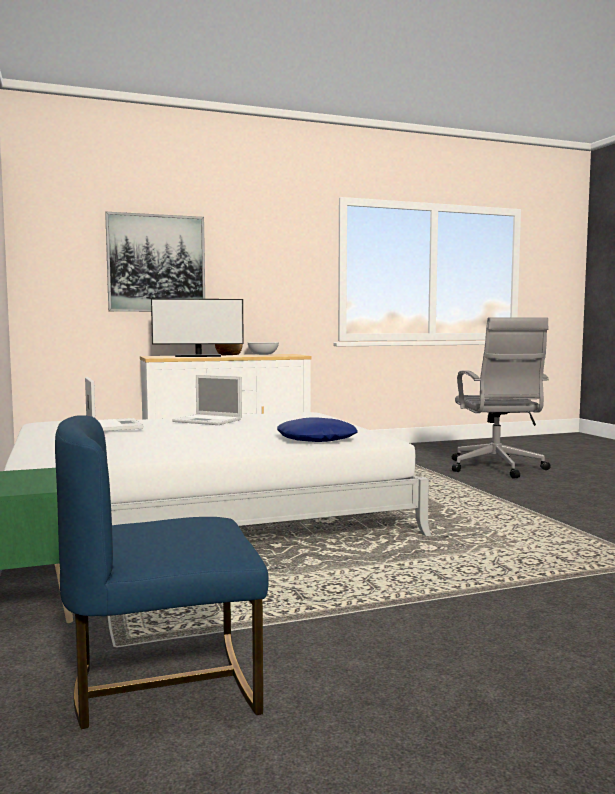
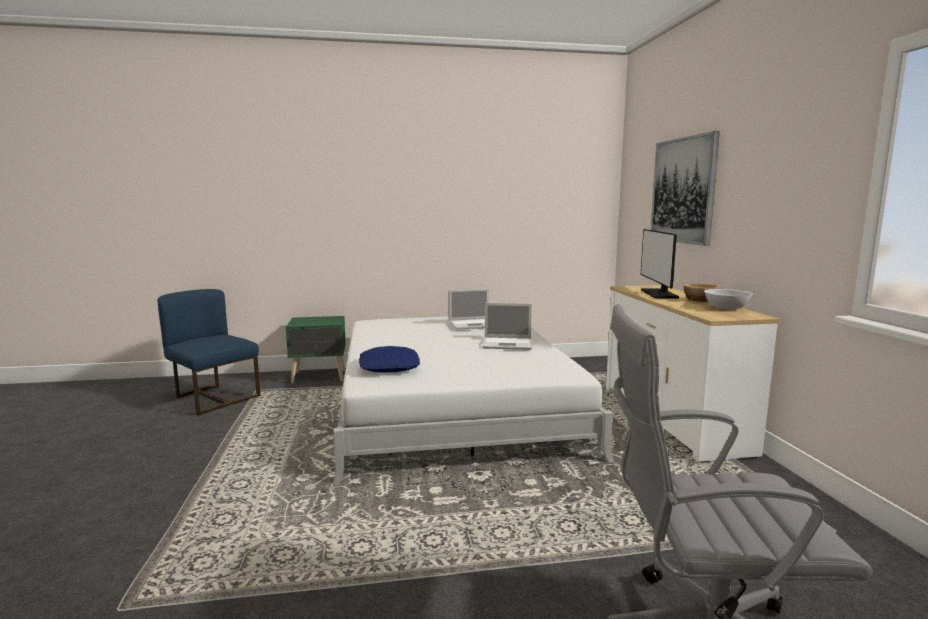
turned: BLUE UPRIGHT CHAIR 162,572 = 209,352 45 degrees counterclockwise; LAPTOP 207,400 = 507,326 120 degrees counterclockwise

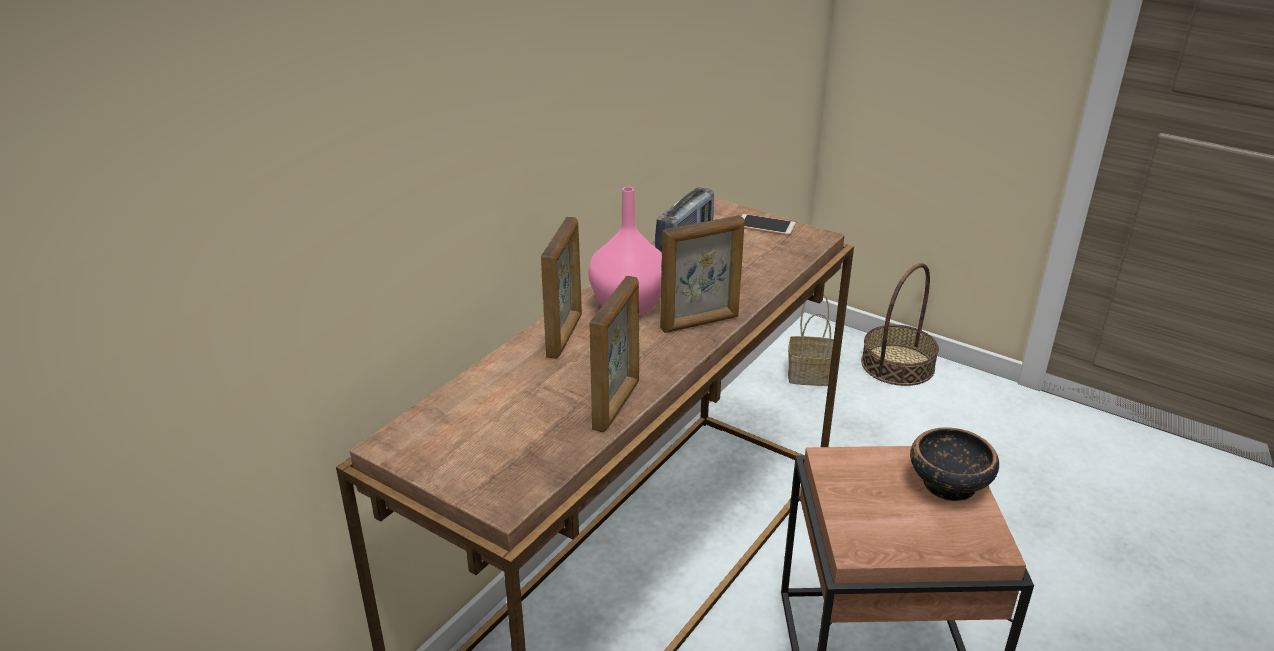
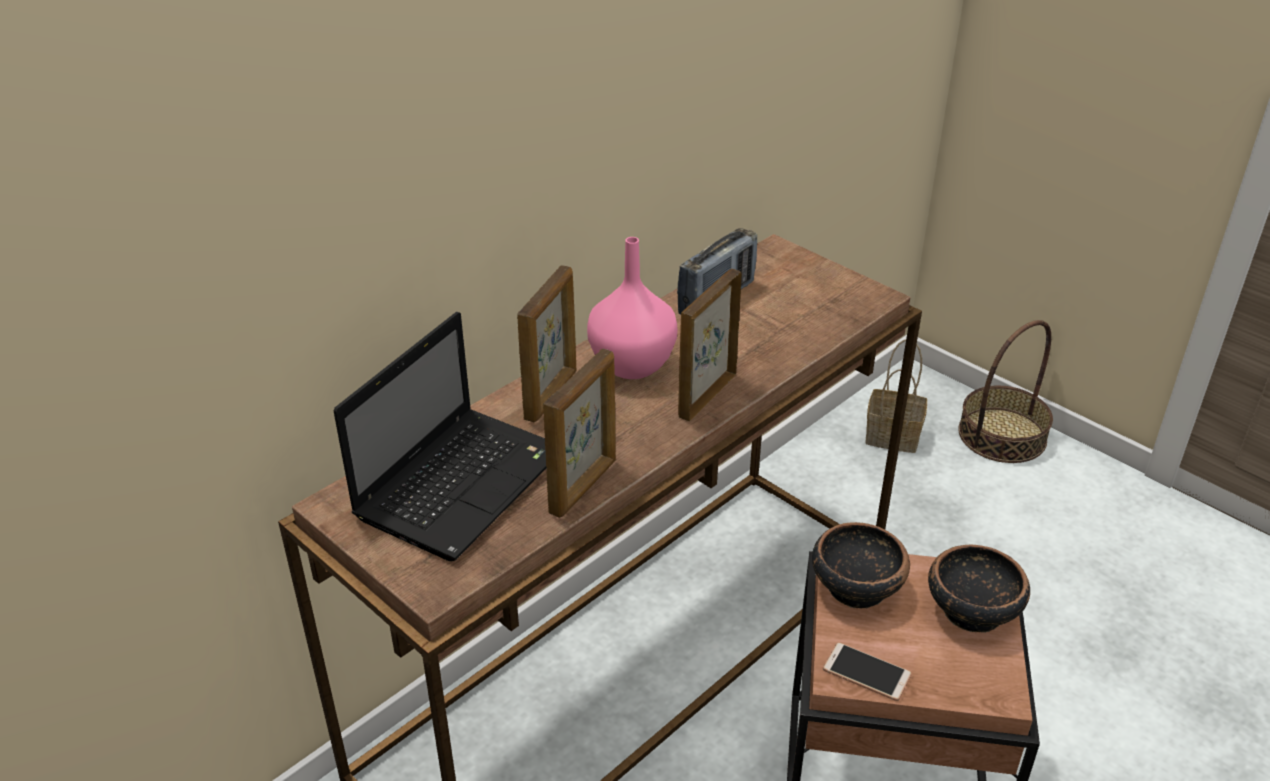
added: LAPTOP 440,436; BOWL 861,565
moved: HANDSET 768,225 to 867,671
turned: STANDING FRAME 702,274 = 710,345 135 degrees clockwise

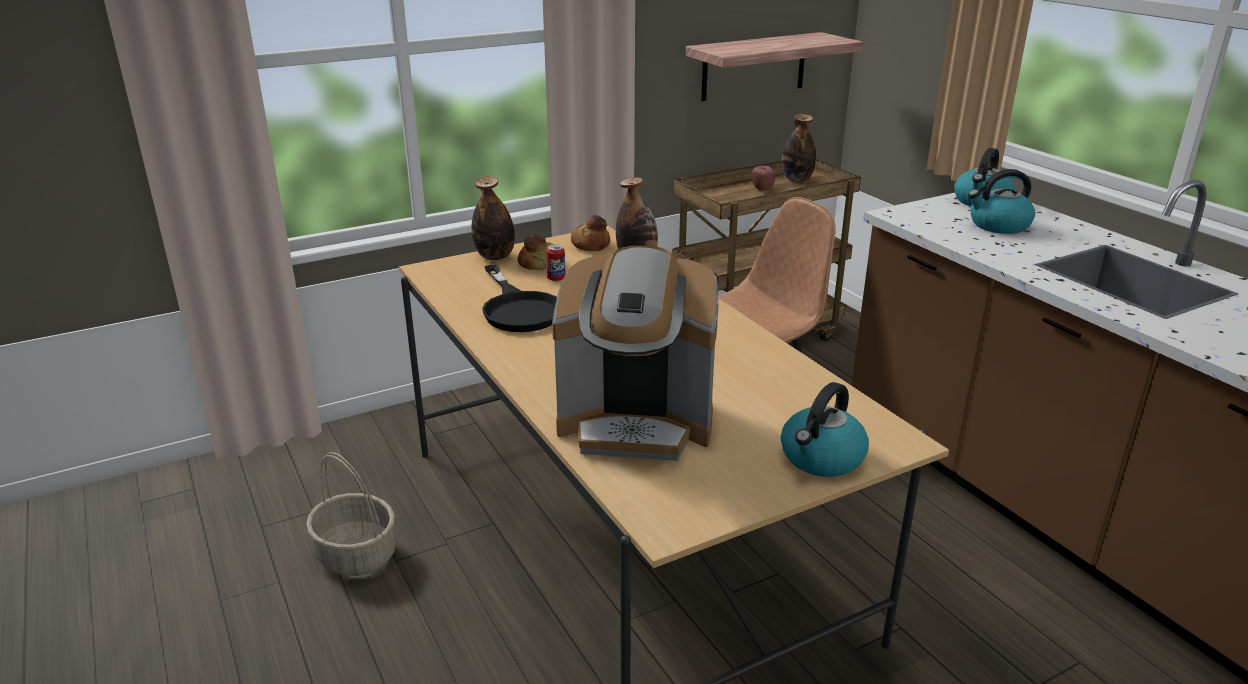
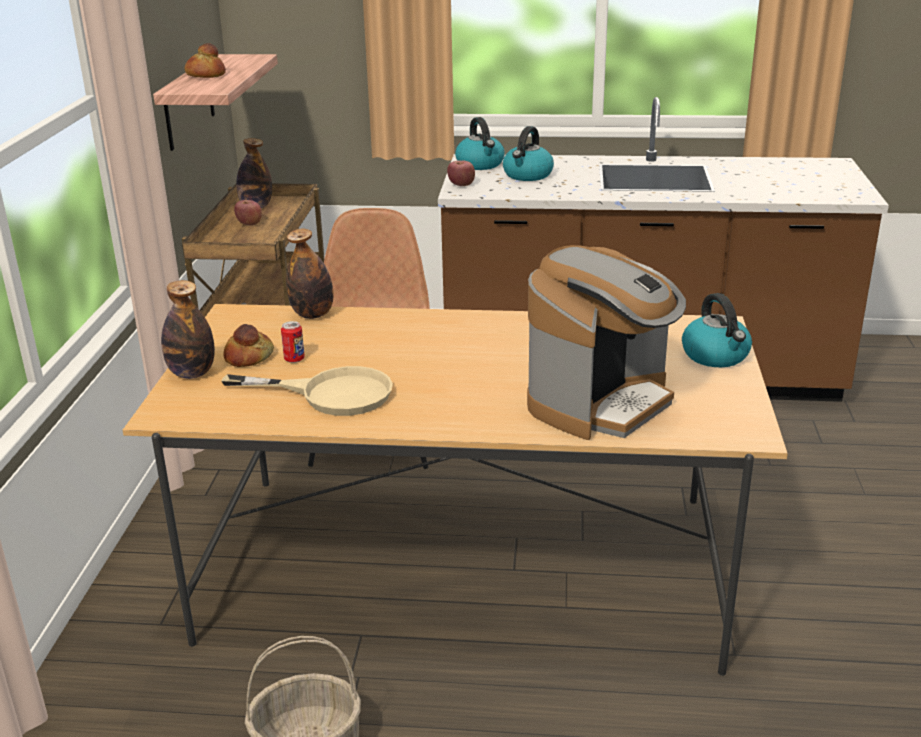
added: APPLE FRUIT 461,173
moved: BREAD 590,233 to 205,60
recoloured: BLACKISH PAN 519,298 to BEIGE PAN 307,391

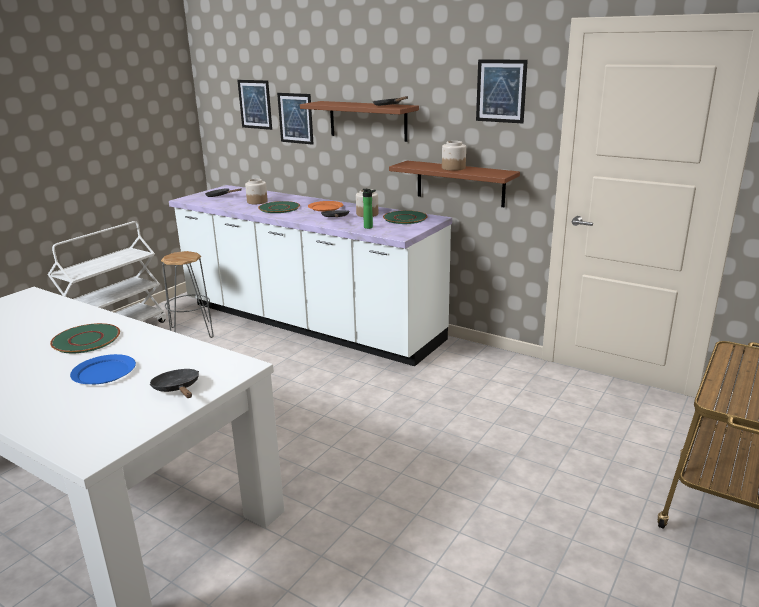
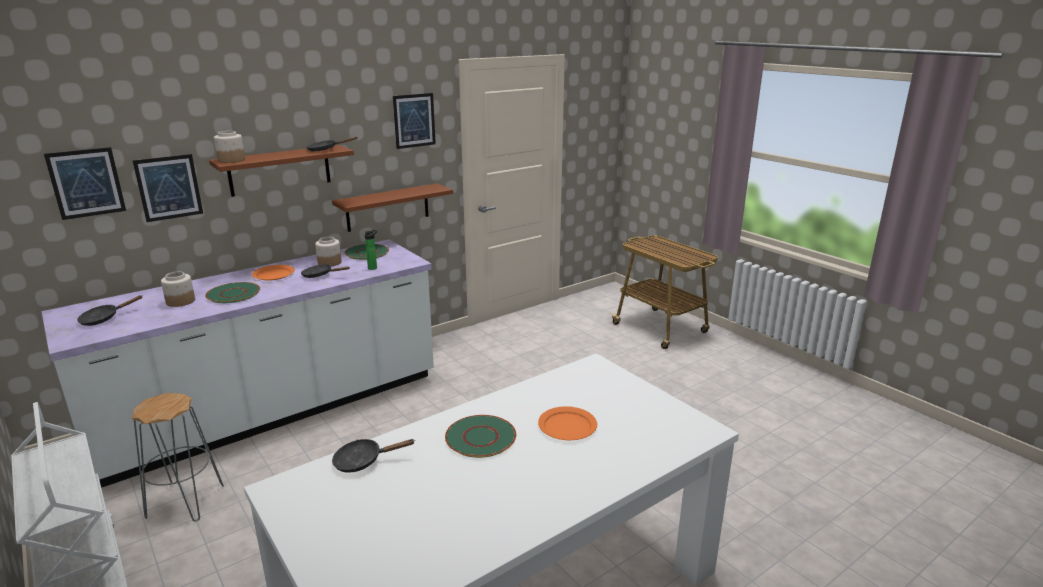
moved: BLACKISH PAN 174,383 to 373,456; PRESERVE JAR 454,156 to 229,147
recoloured: BLUE FLAT DISH 103,369 to ORANGE FLAT DISH 567,423

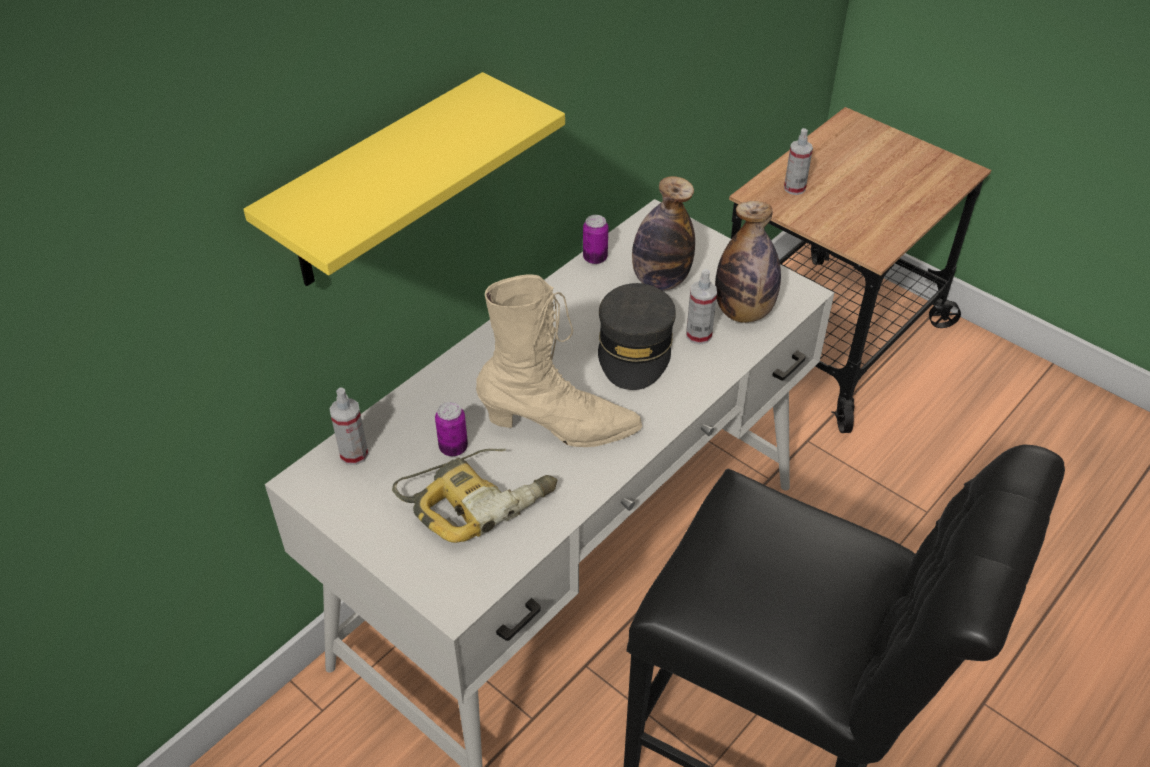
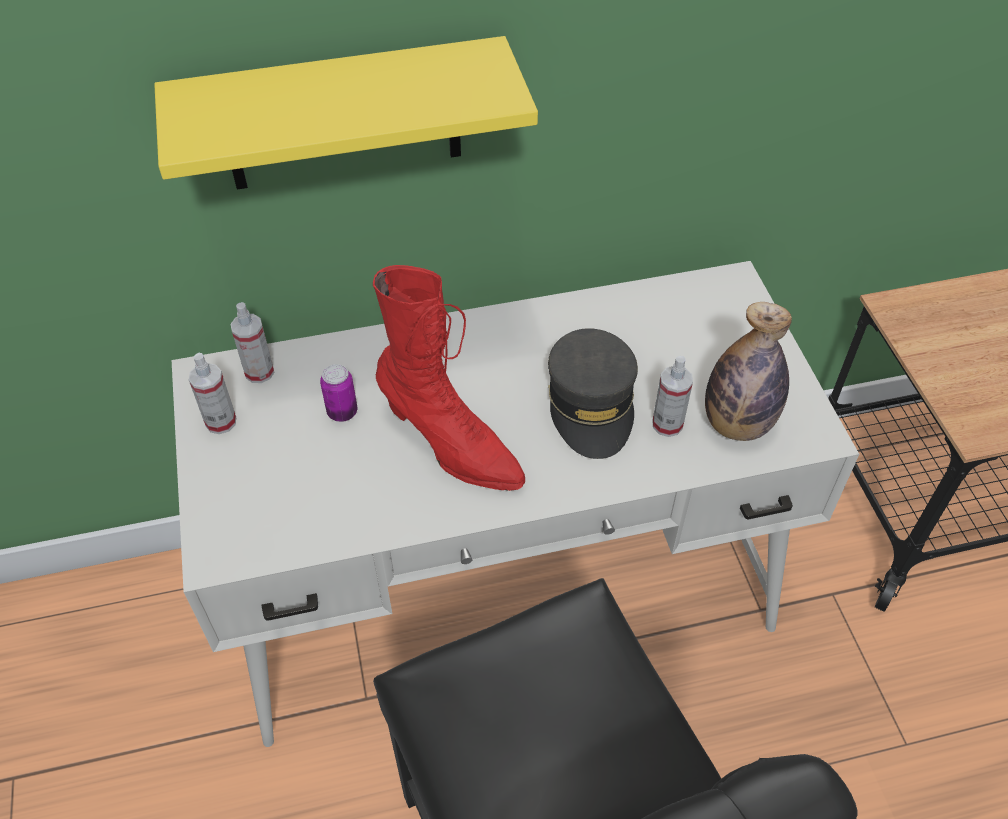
removed: POWER DRILL 474,496; CAN 595,239; BOTTLE 663,233
moved: HAND SPRAYER 798,161 to 212,393
recoloured: BEIGE HIGH-TOP BOOT 559,360 to RED HIGH-TOP BOOT 449,378
turned: GREY CAP 637,336 = 593,393 45 degrees counterclockwise

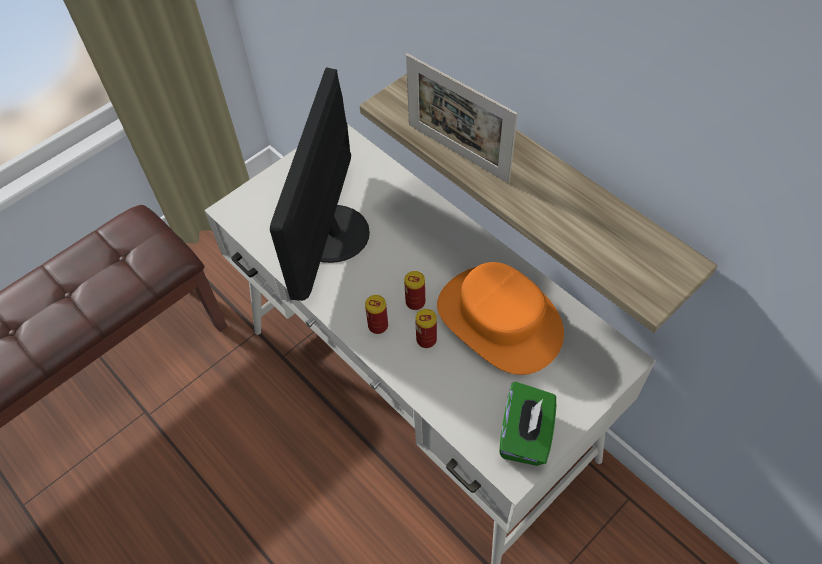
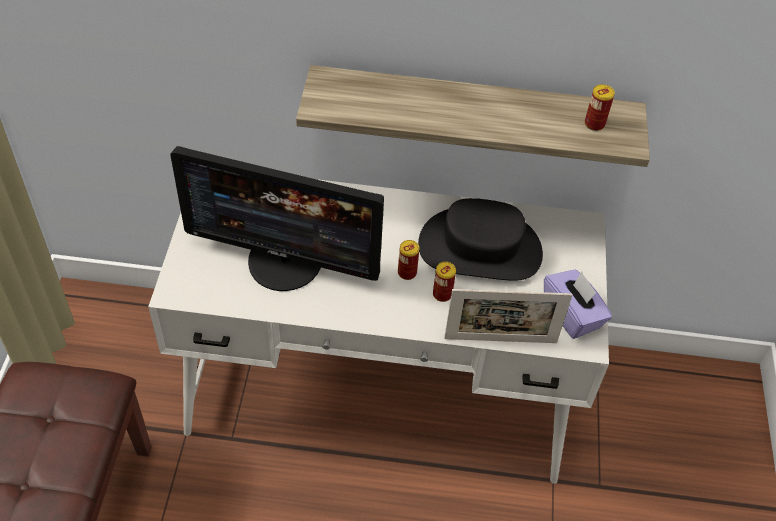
moved: CAN 376,314 to 600,107; STANDING FRAME 462,118 to 508,316
recoloured: ORANGE WEARABLE HAT 500,318 to BLACKISH WEARABLE HAT 480,239; GREEN TISSUE BOX 527,424 to PURPLE TISSUE BOX 578,304
turned: MONITOR 320,184 = 277,218 45 degrees counterclockwise

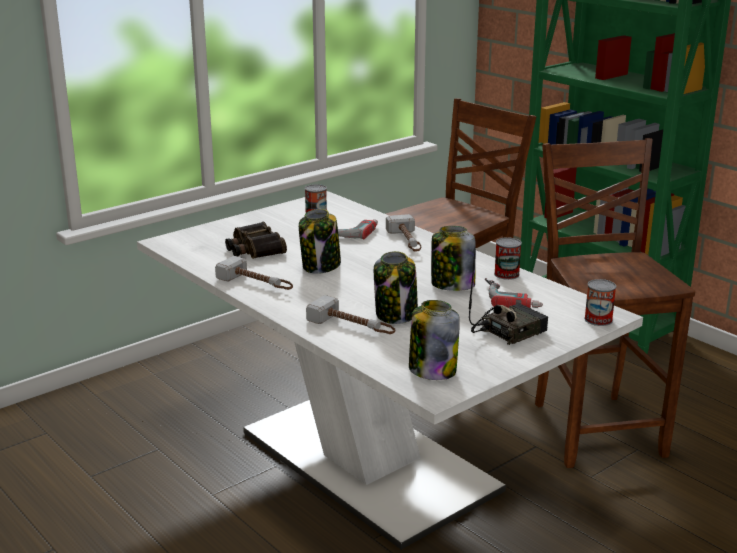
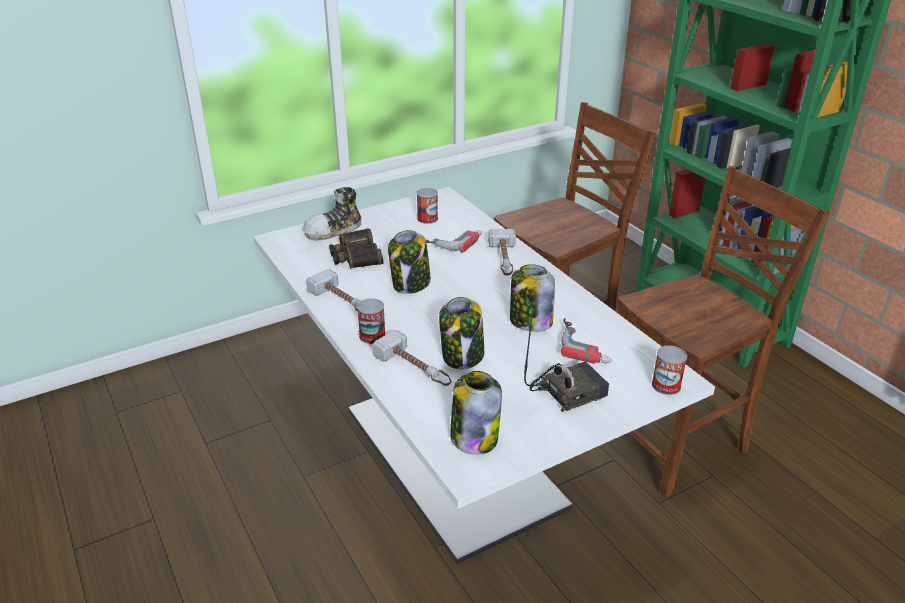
added: LOW SHOE 332,214
moved: CAN 508,258 to 371,321
turned: BROWN UPRIGHT CHAIR 615,303 = 723,332 60 degrees clockwise

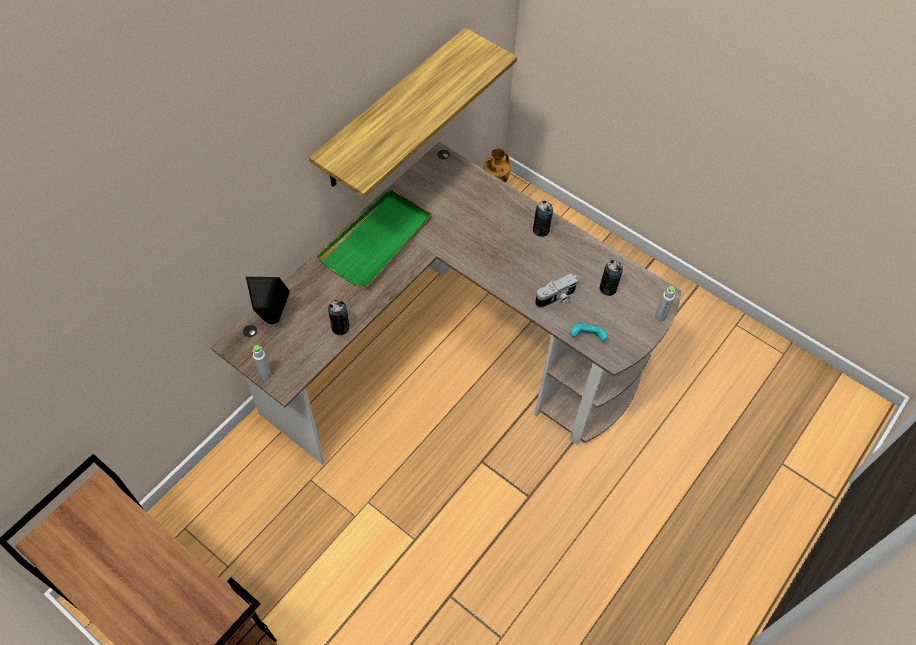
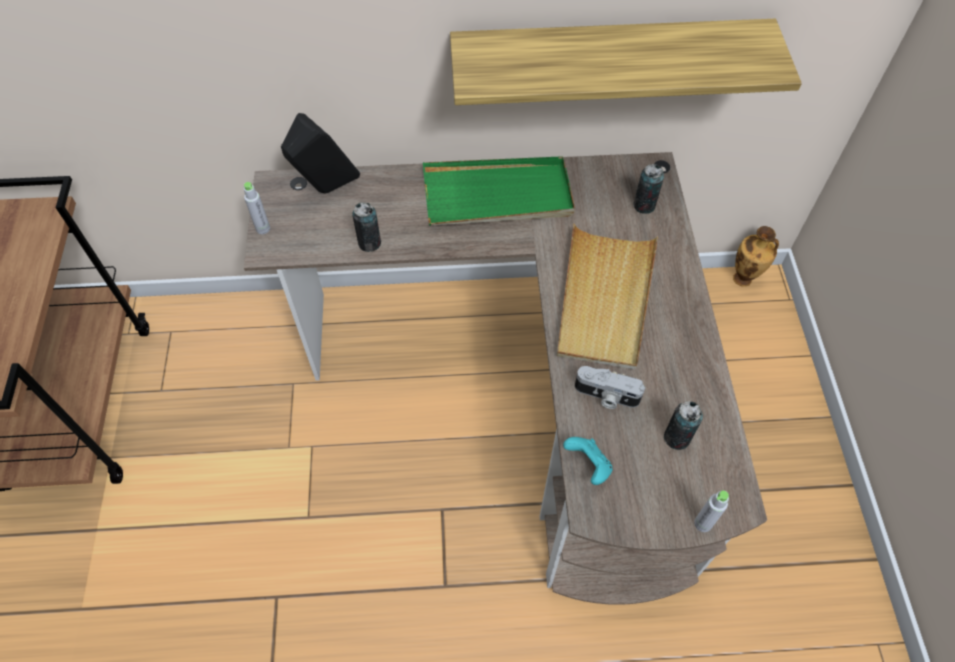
added: BEIGE CARRYING TRAY 607,297
moved: CAN 543,219 to 648,189

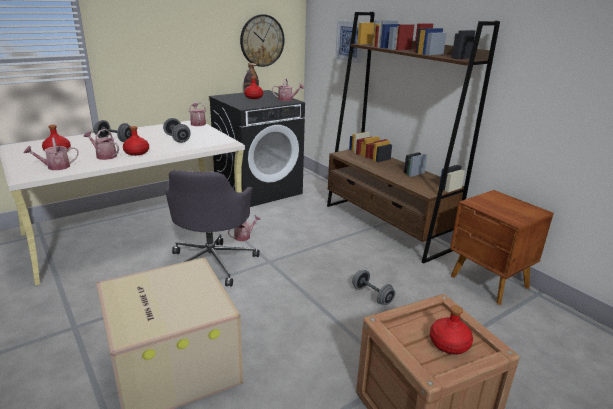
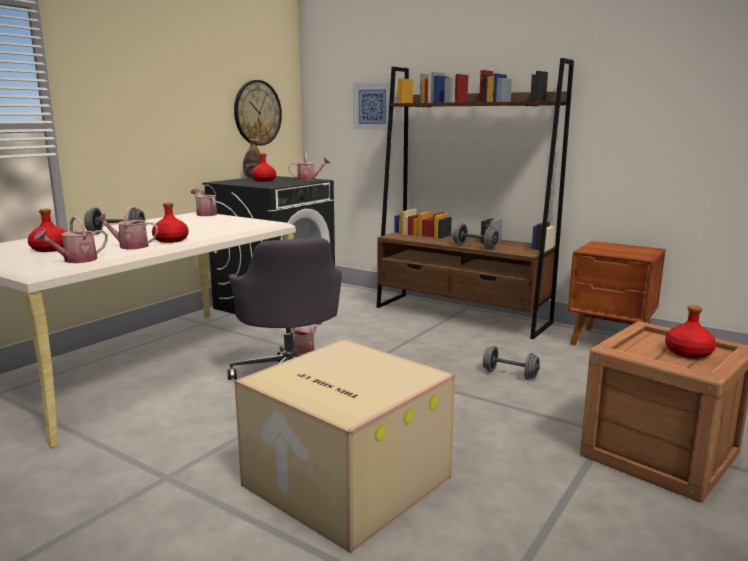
moved: GREY FREE WEIGHT 177,130 to 476,236

